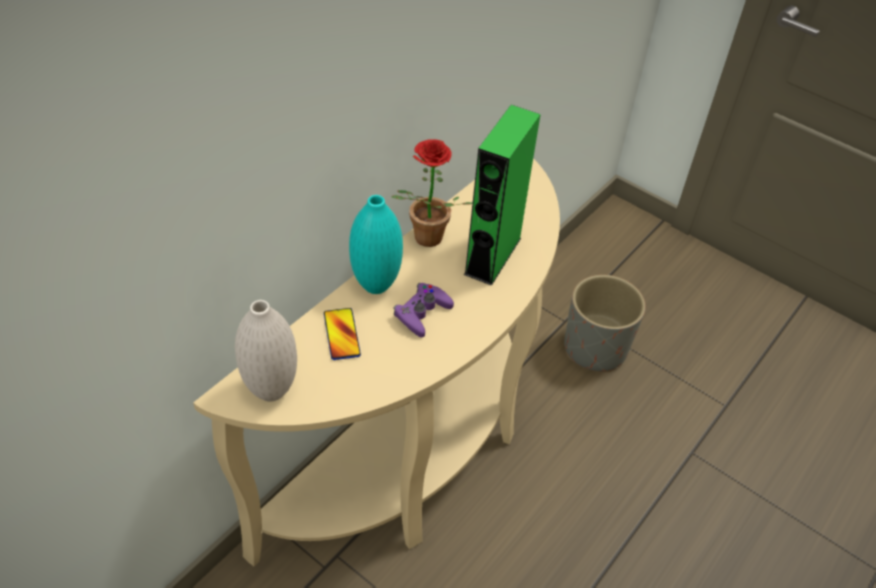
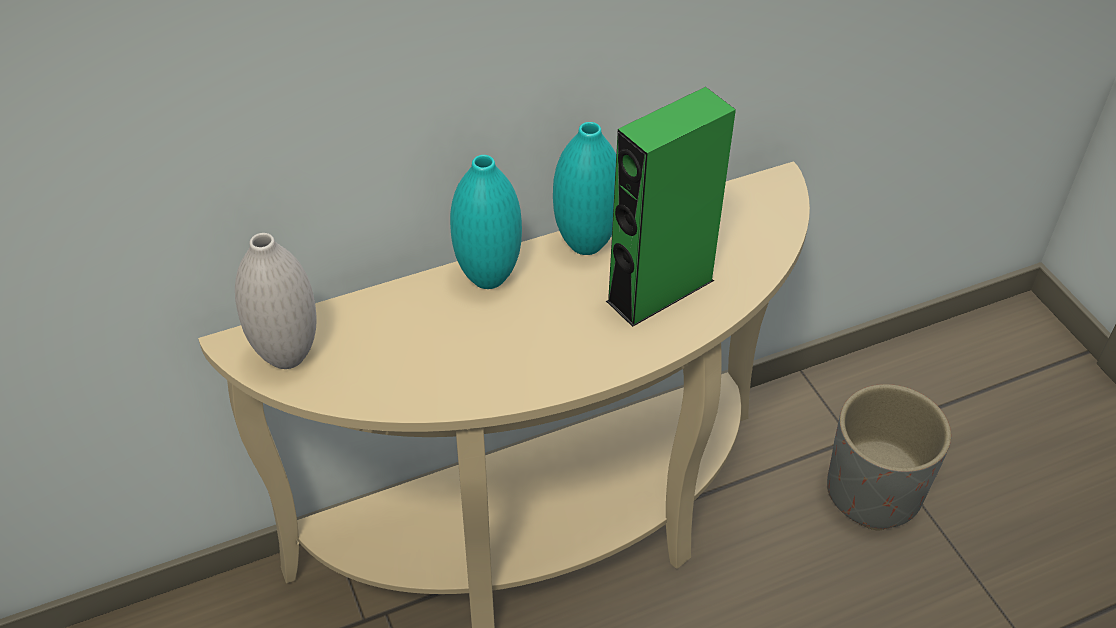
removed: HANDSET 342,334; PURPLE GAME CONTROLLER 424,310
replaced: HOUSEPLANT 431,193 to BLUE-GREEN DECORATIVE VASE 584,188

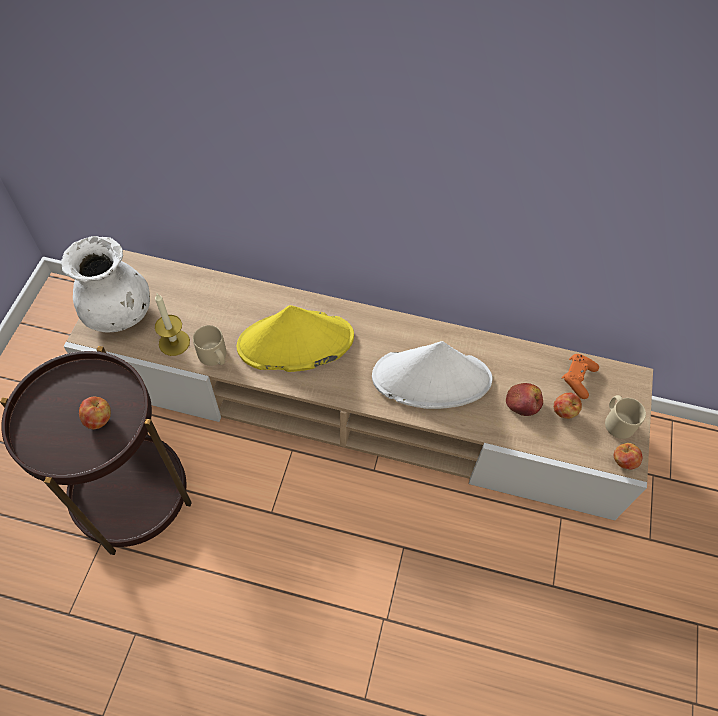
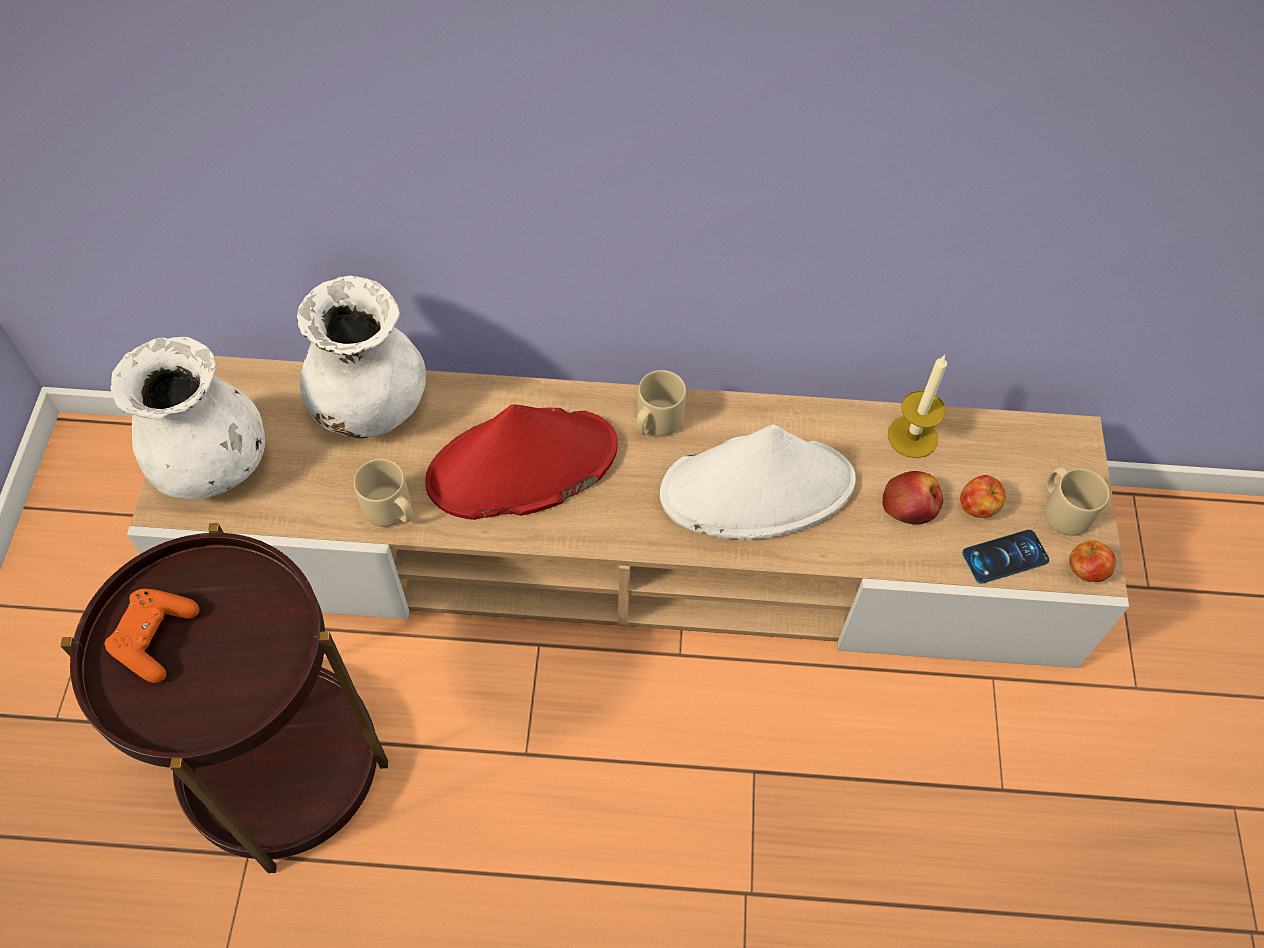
removed: APPLE FRUIT 95,413
added: WHITE-COLOURED DECORATIVE VASE 361,357; BEIGE TEA MUG 661,403; HANDSET 1005,557
moved: WAX LIGHT 172,325 to 917,406; ORANGE GAME CONTROLLER 580,376 to 152,636
recoloured: YELLOW WEARABLE HAT 295,338 to RED WEARABLE HAT 521,462

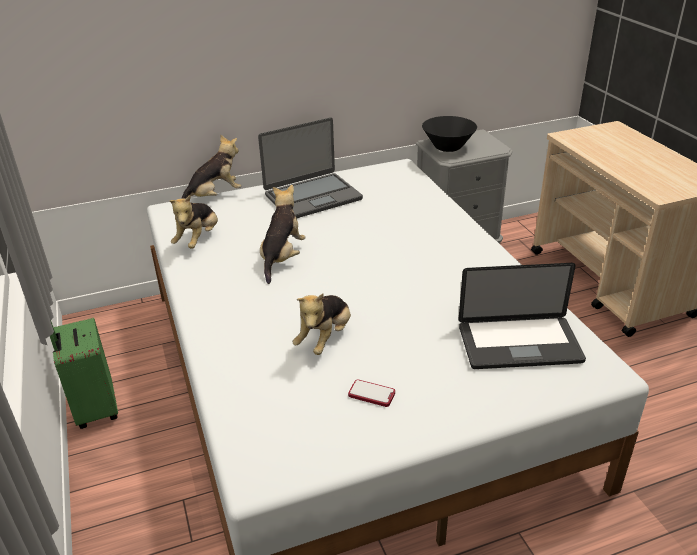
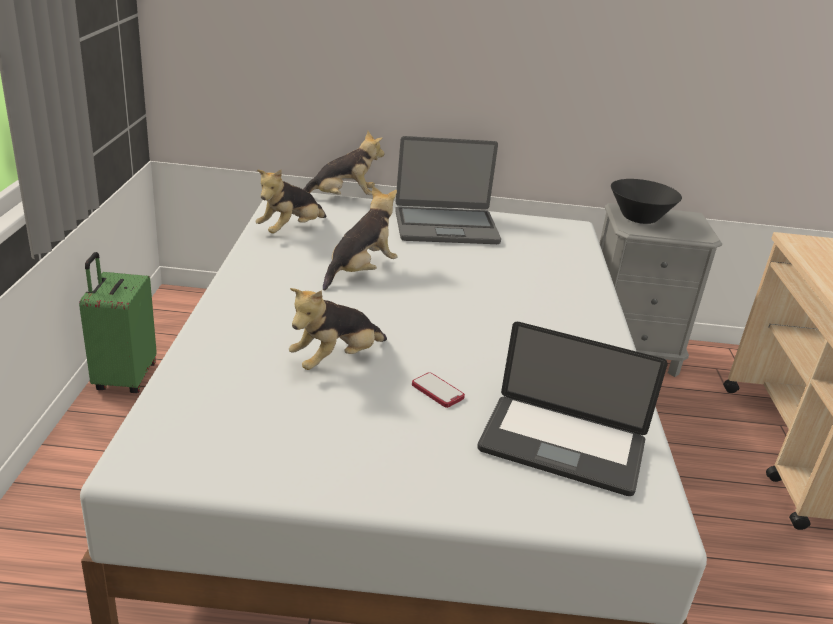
moved: HANDSET 371,393 to 438,390

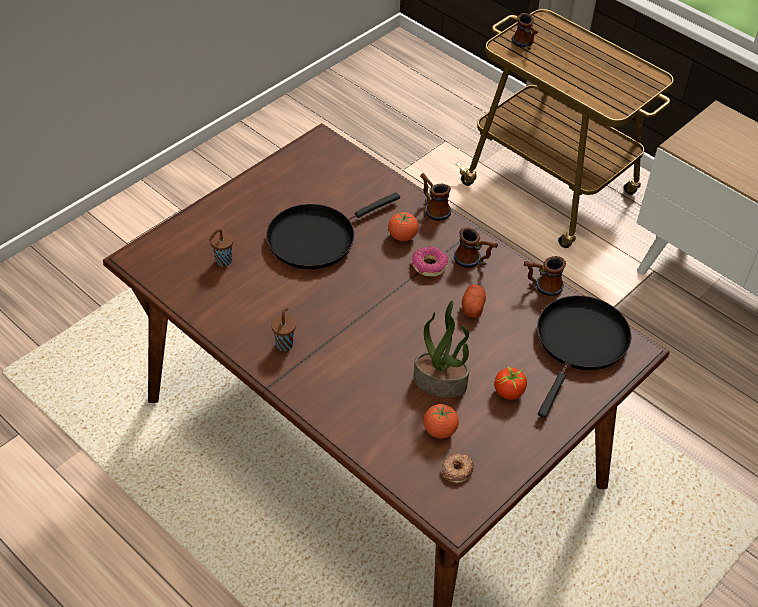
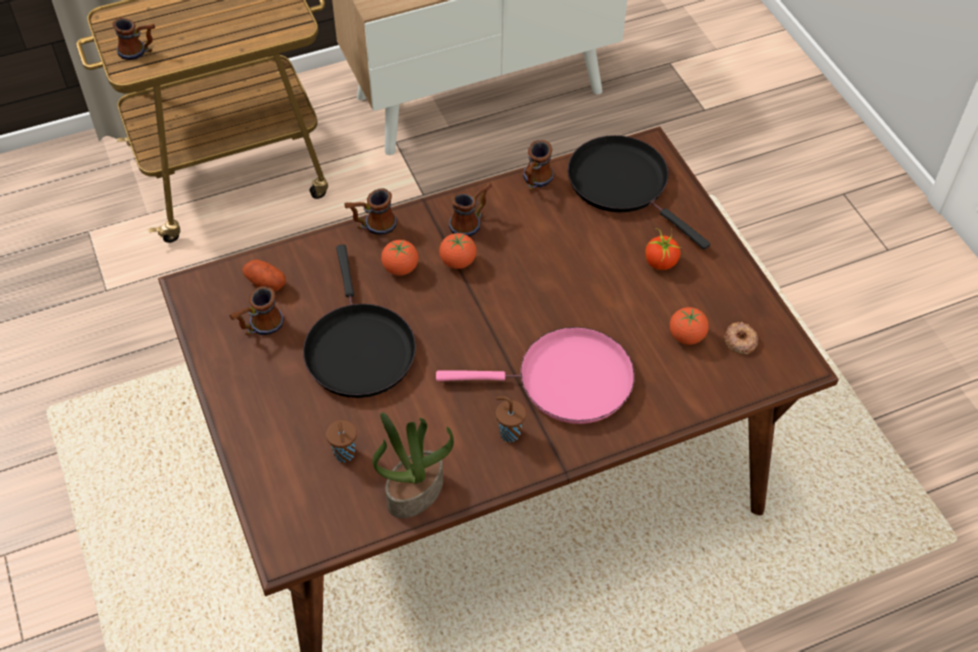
added: TEA MUG 256,310; PINK-COLOURED PAN 535,375
moved: HOUSEPLANT 441,349 to 413,465; SPUD 474,301 to 264,275
replaced: RING DOUGHNUT 430,261 to TOMATO 457,251

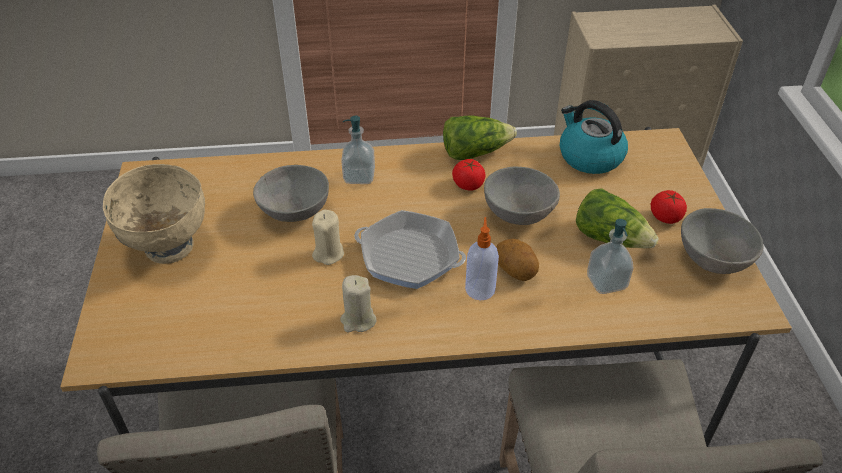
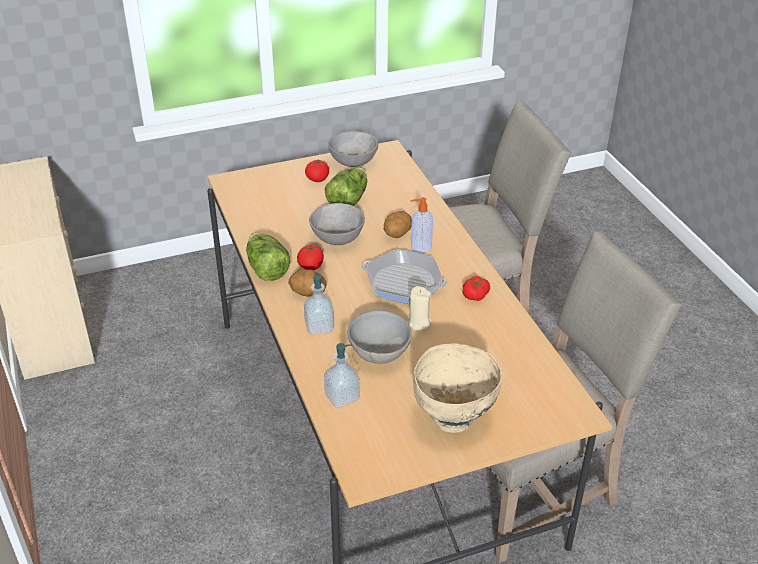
removed: TEA KETTLE 594,137
added: SPUD 307,283
moved: SOAP DISPENSER 610,256 to 342,375
replaced: BEIGE WAX LIGHT 358,303 to TOMATO 476,288
turned: PAN 410,249 = 404,276 105 degrees clockwise

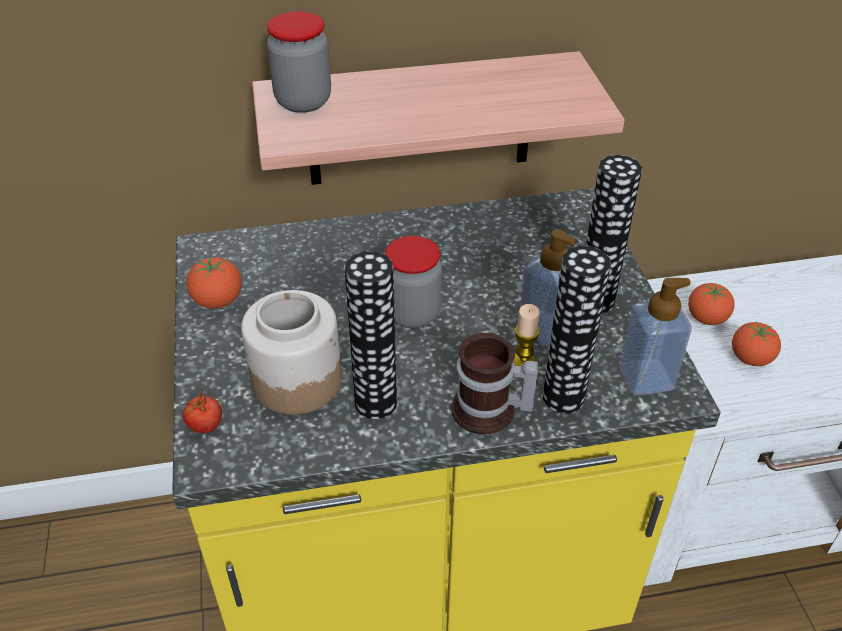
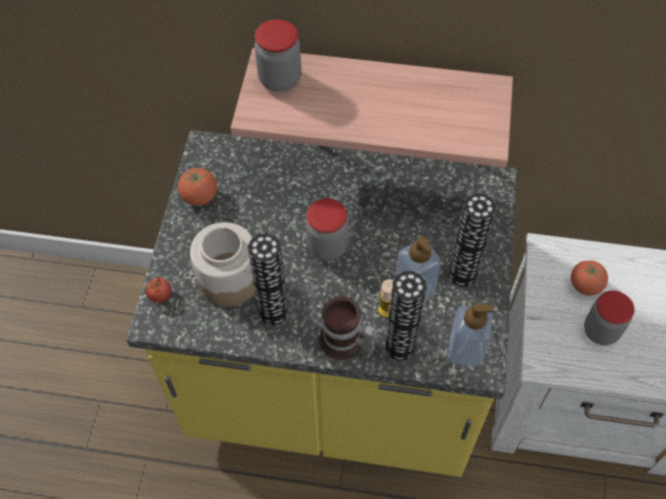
replaced: TOMATO 756,344 to PRESERVE JAR 609,318

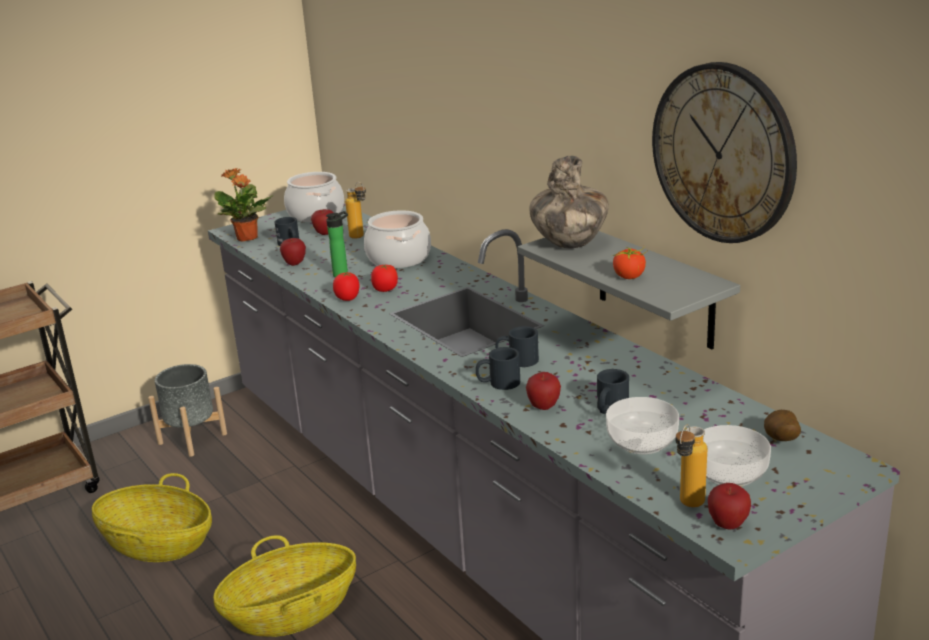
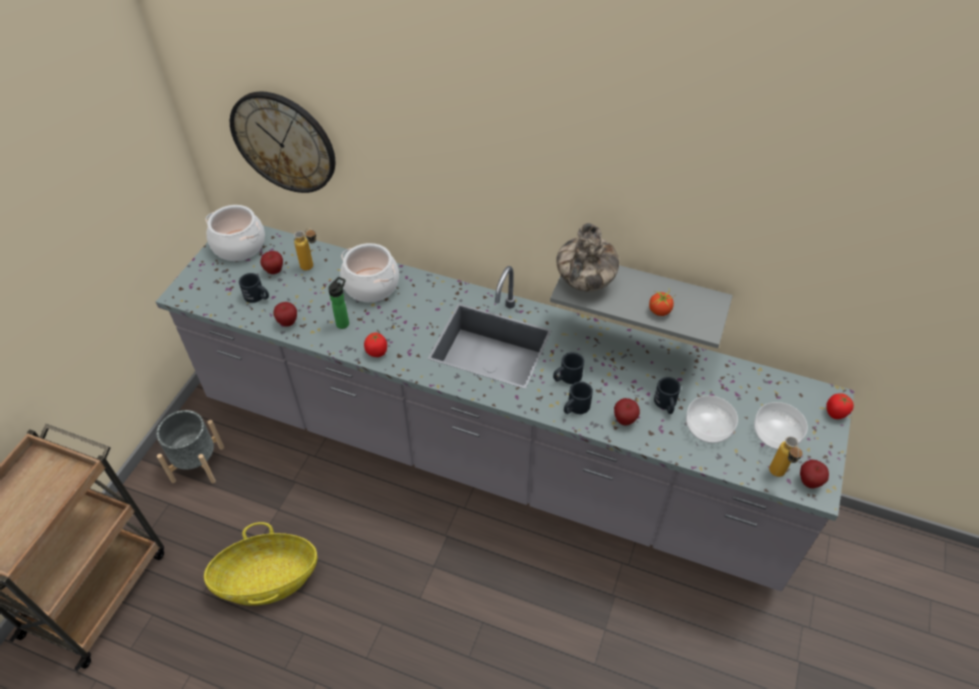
removed: HOUSEHOLD BASKET 284,586; HOUSEPLANT 243,204; SPUD 782,425
moved: TOMATO 384,278 to 840,406; WALL CLOCK 724,152 to 282,142

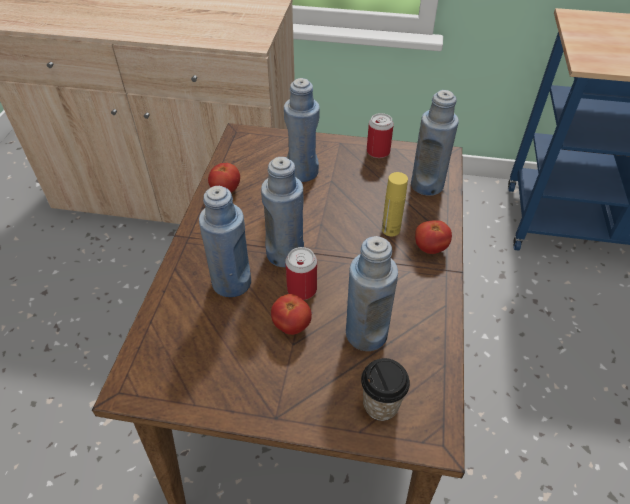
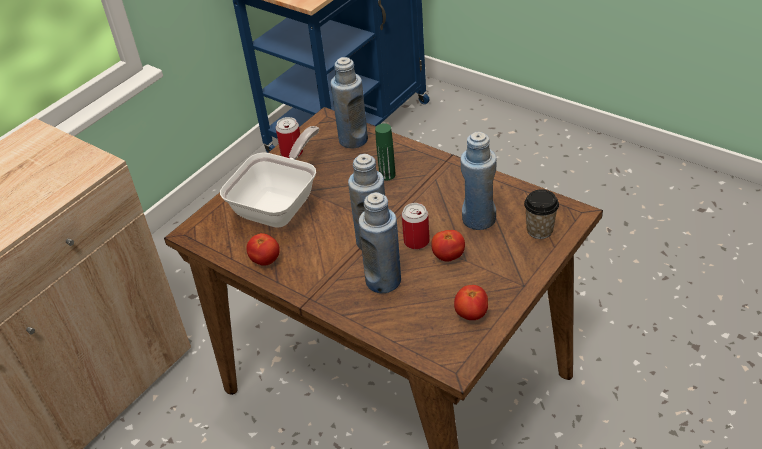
moved: TOMATO 433,237 to 471,302
replaced: BLUE BOTTLE 302,130 to PAN 269,177
recoloured: YELLOW BOTTLE 395,204 to GREEN BOTTLE 385,151

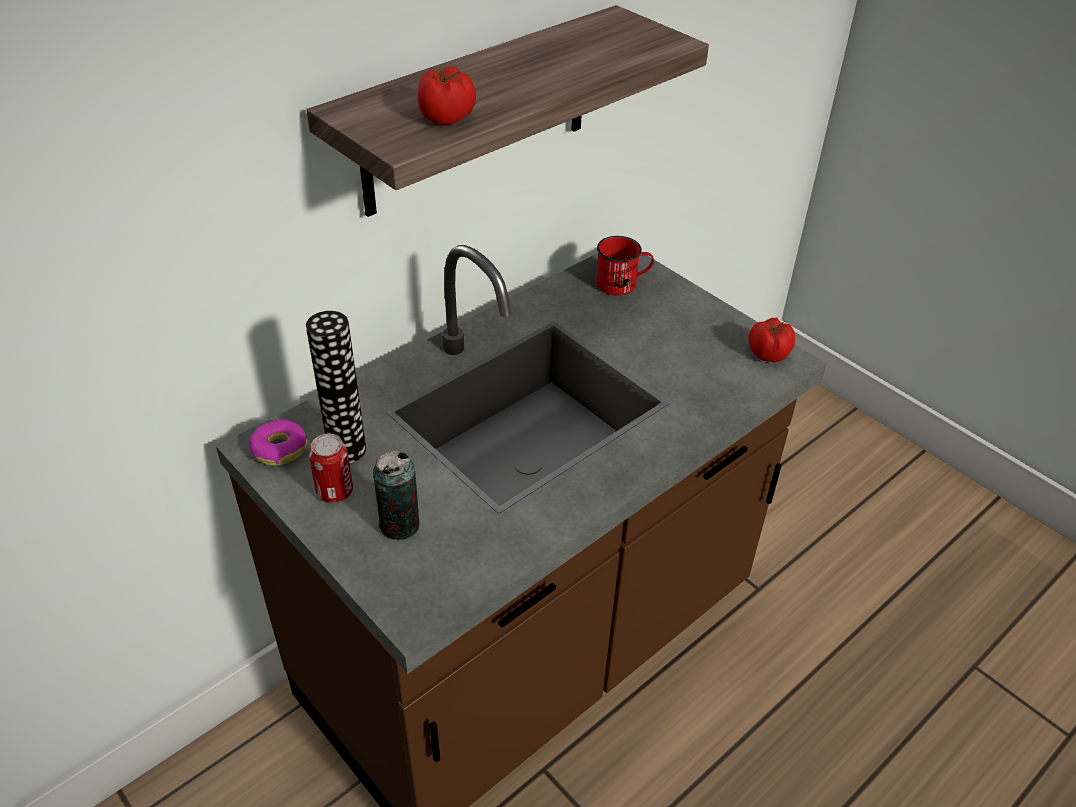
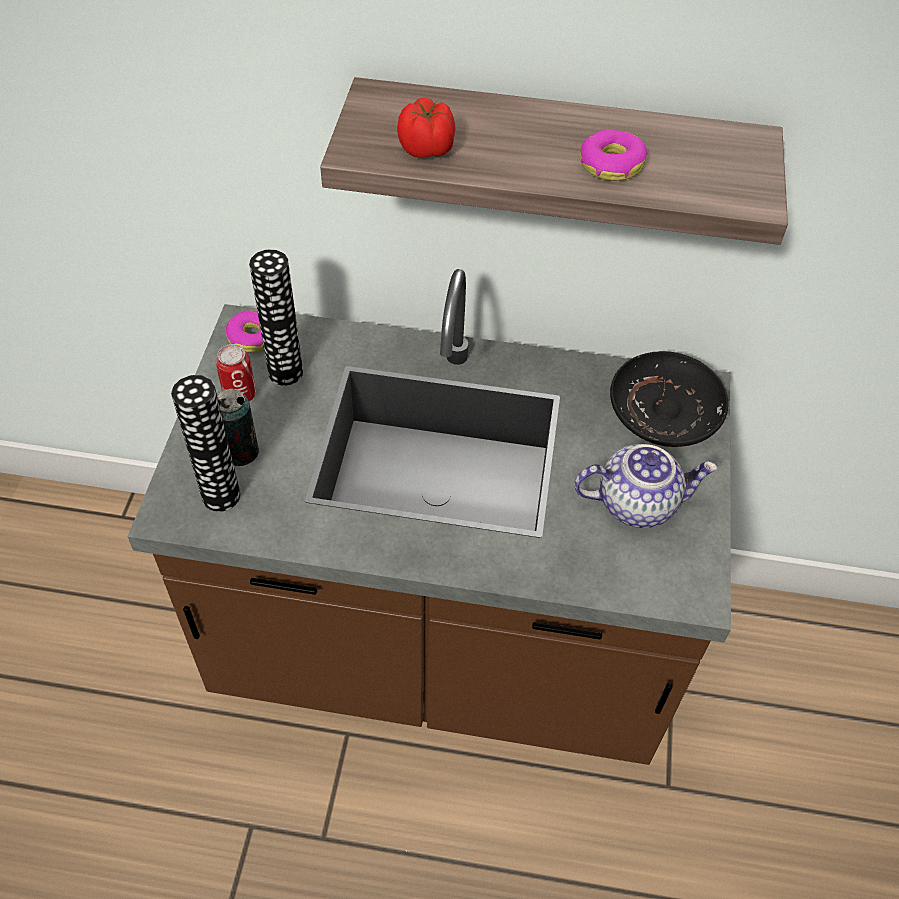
removed: TOMATO 771,340
added: DECORATIVE VASE 205,443; TEA POT 646,486; RING DOUGHNUT 613,155
replaced: RED TEA MUG 625,266 to BLACKISH FLAT DISH 669,399

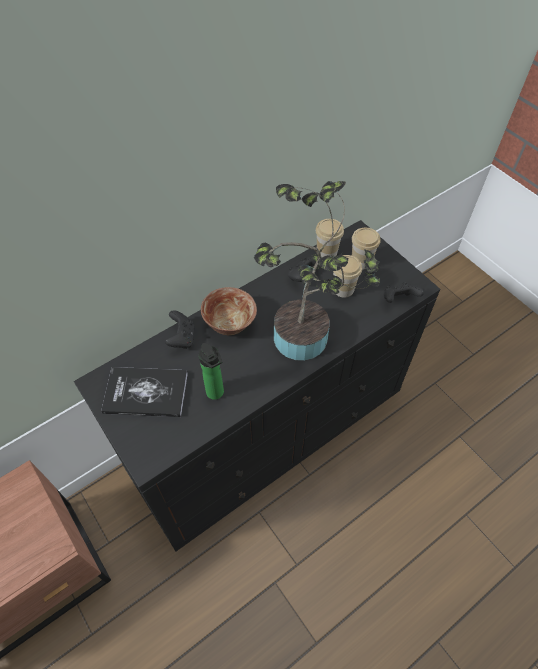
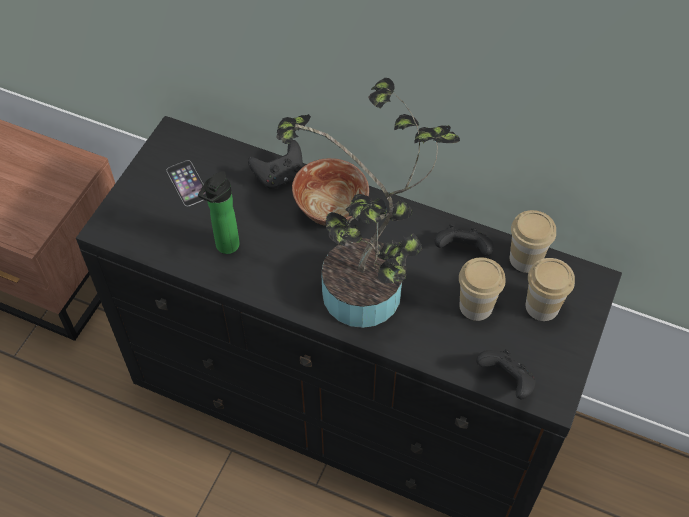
replaced: BOOK 144,392 to HANDSET 186,183

